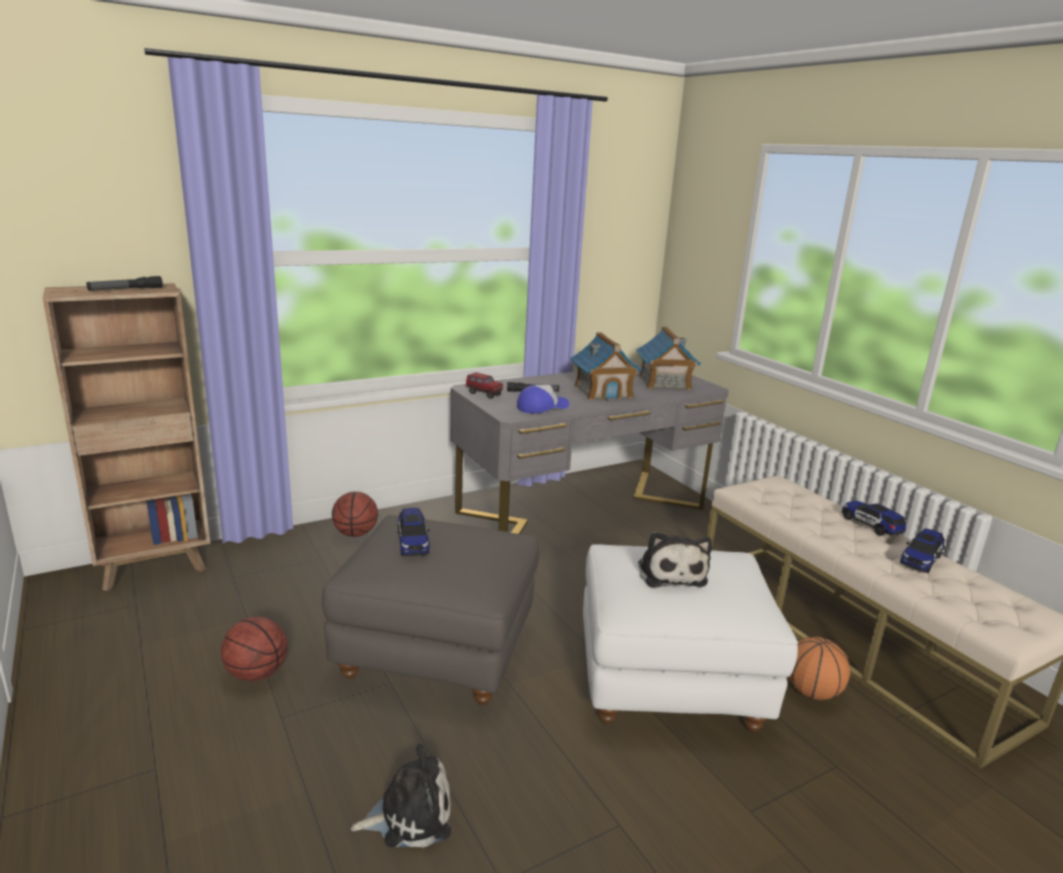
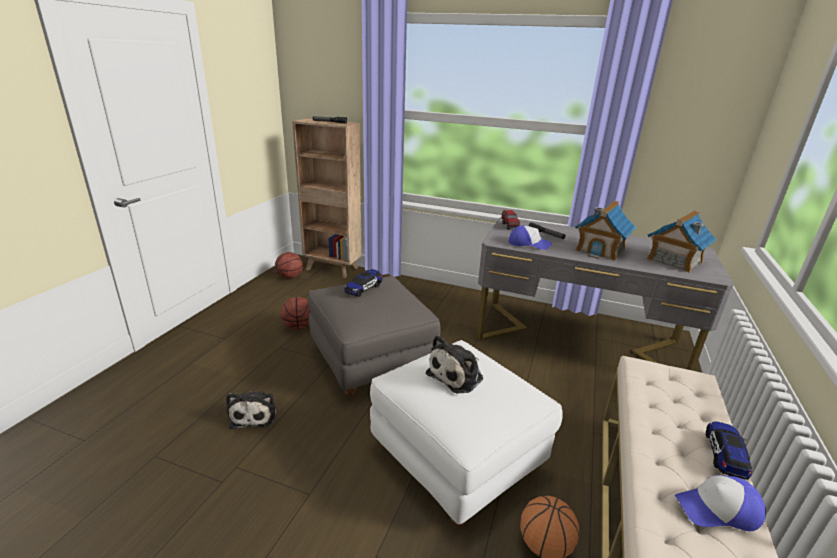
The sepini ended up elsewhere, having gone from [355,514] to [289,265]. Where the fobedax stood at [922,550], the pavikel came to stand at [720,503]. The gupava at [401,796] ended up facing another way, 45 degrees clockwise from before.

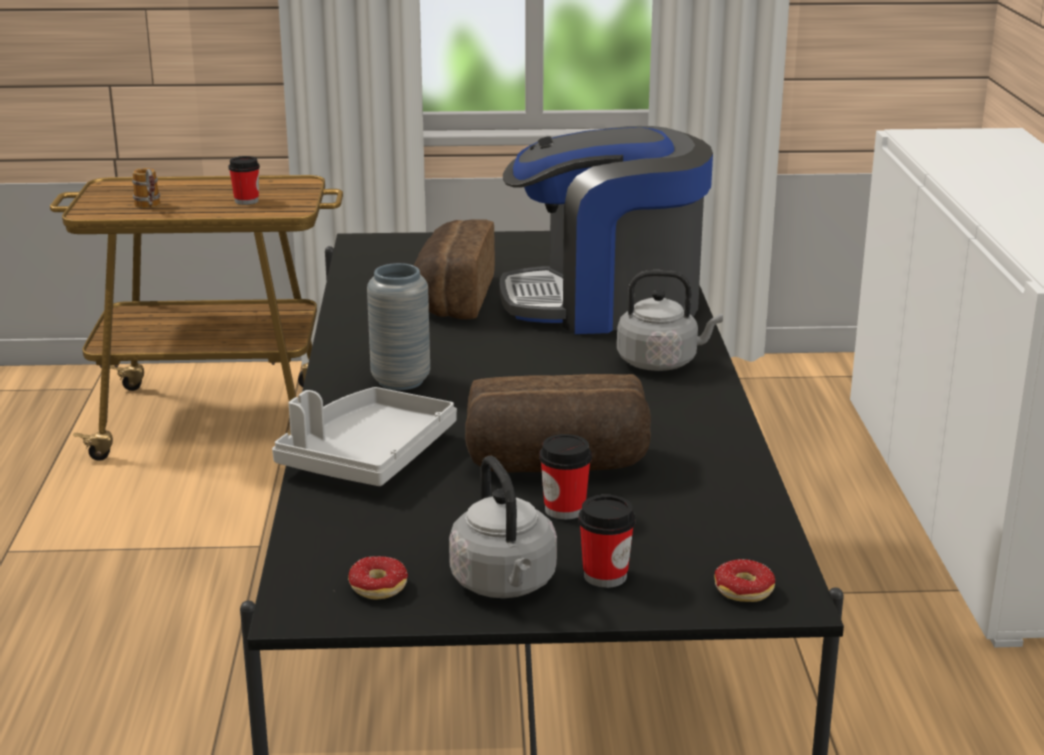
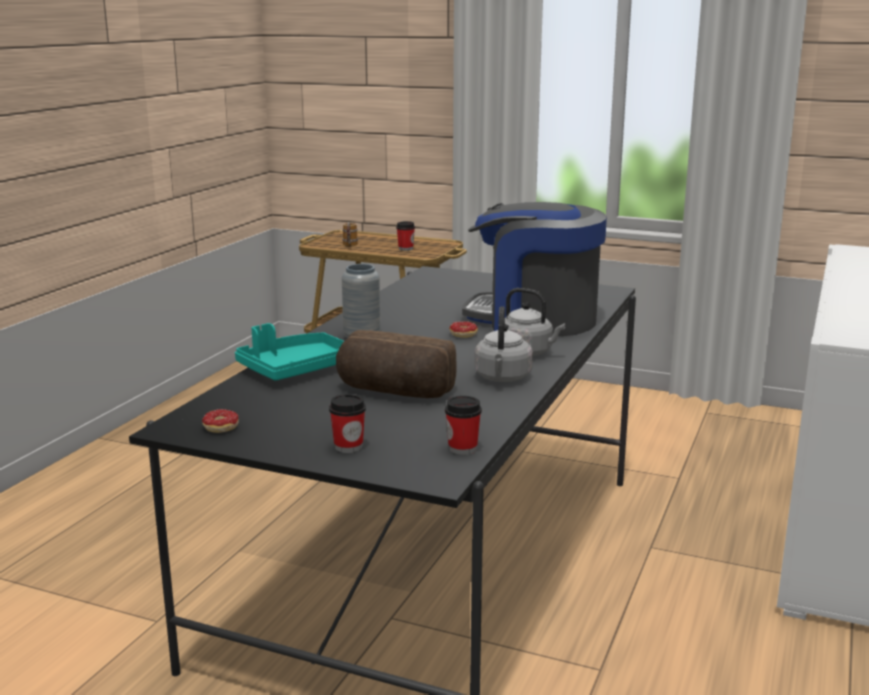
The second view lost the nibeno at [454,269]. The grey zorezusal ended up elsewhere, having gone from [503,527] to [504,344]. The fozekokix ended up elsewhere, having gone from [565,477] to [463,425]. The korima ended up elsewhere, having gone from [744,580] to [464,329]. What was the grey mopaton at [364,436] turned into the turquoise mopaton at [289,352].

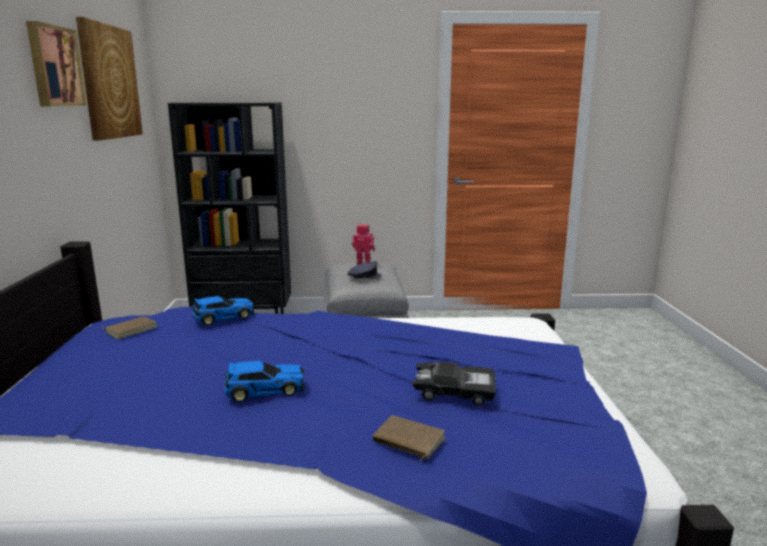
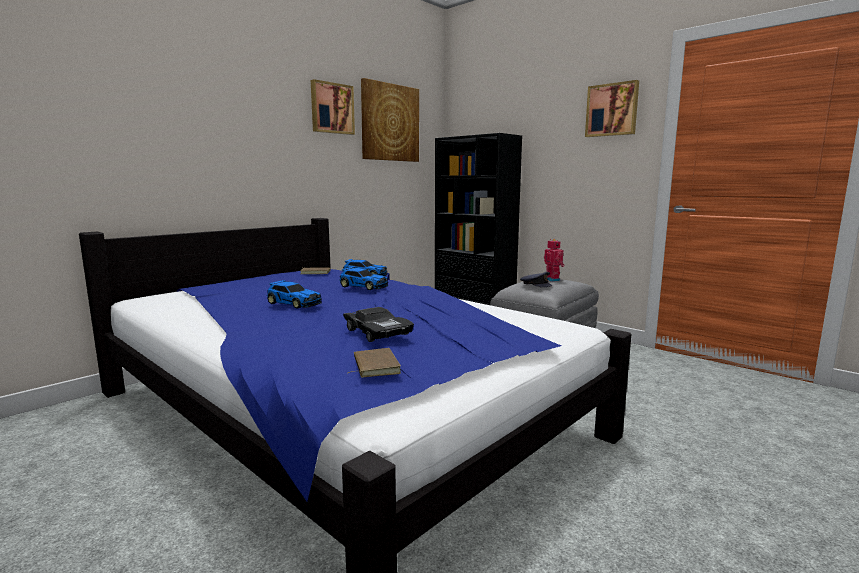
The second view gained the fobedax at [363,278]. The second view gained the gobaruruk at [612,108]. The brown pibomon ended up elsewhere, having gone from [409,438] to [374,363].

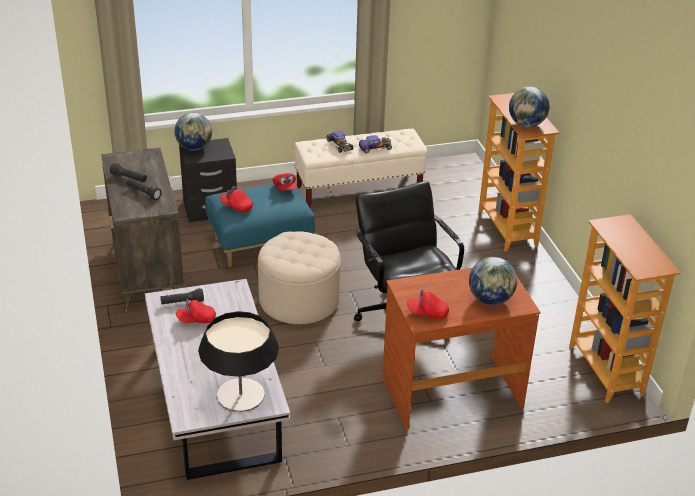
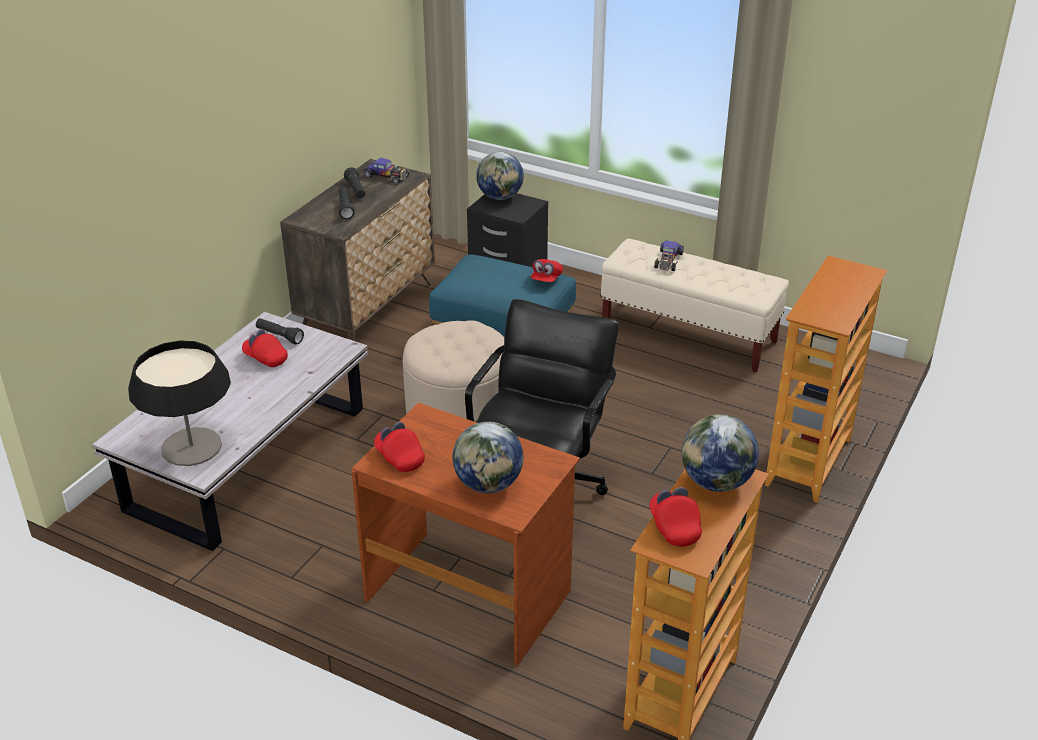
The red pavikel ended up elsewhere, having gone from [236,199] to [675,517]. The fobedax ended up elsewhere, having gone from [375,144] to [386,171]. The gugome ended up elsewhere, having gone from [529,106] to [720,453].

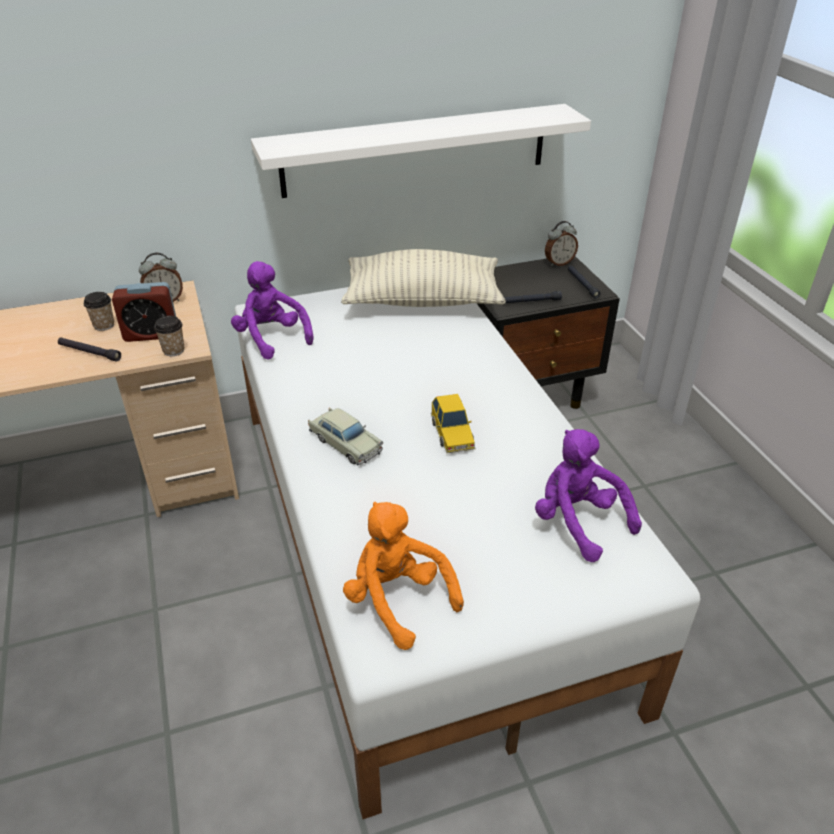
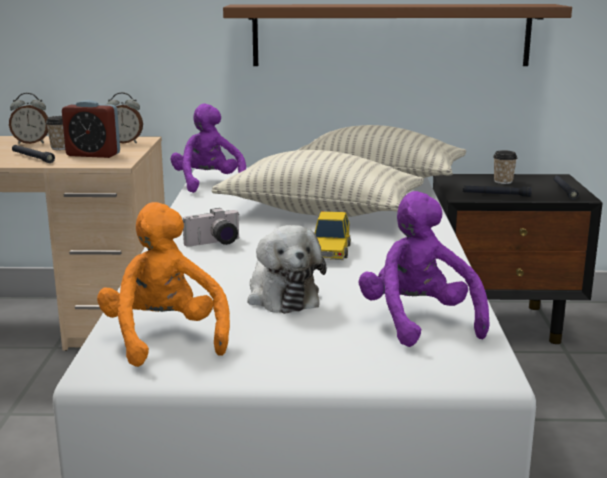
The second view gained the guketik at [318,183]. The second view gained the gupava at [287,269]. The fozekokix ended up elsewhere, having gone from [169,336] to [505,167]. The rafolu ended up elsewhere, having gone from [561,243] to [28,118]. Where the beige fobedax stood at [345,436], the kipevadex came to stand at [211,227]. What was the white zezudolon at [421,151] turned into the brown zezudolon at [397,35].

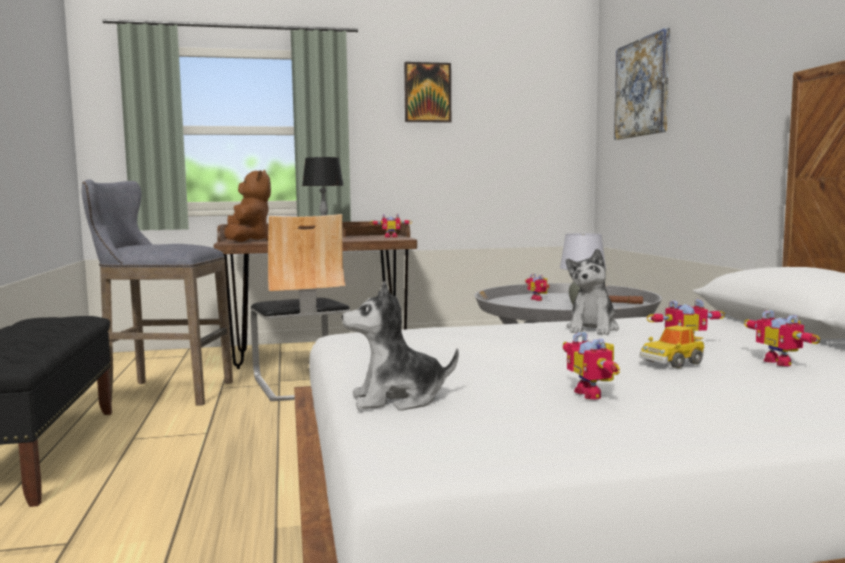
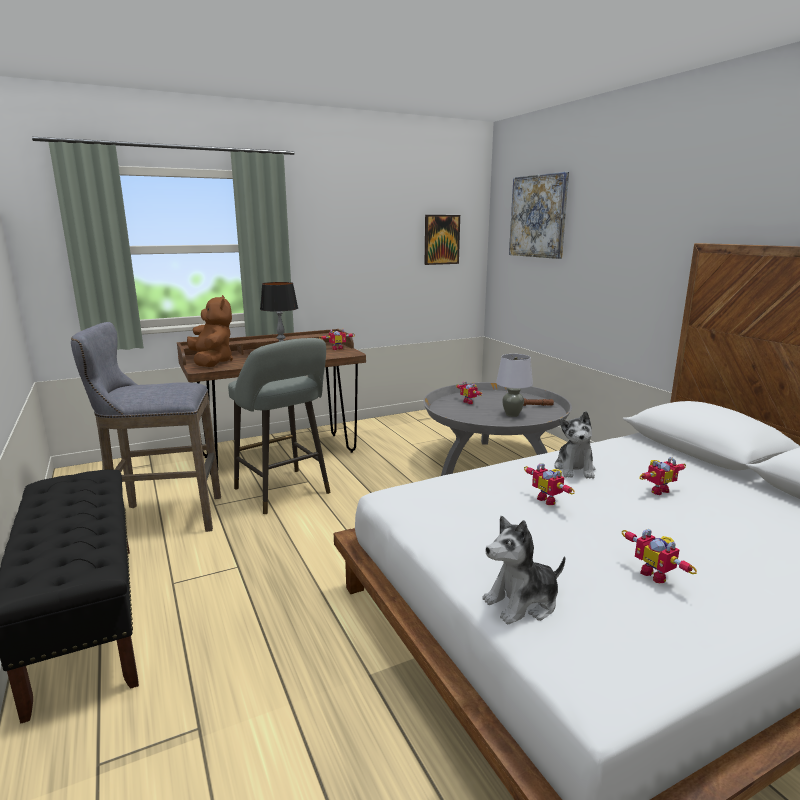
The second view lost the fobedax at [672,347]. The gobaruruk ended up elsewhere, having gone from [427,92] to [442,240]. The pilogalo ended up elsewhere, having gone from [782,338] to [549,484]. Where the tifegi stood at [300,307], the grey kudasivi came to stand at [279,426].

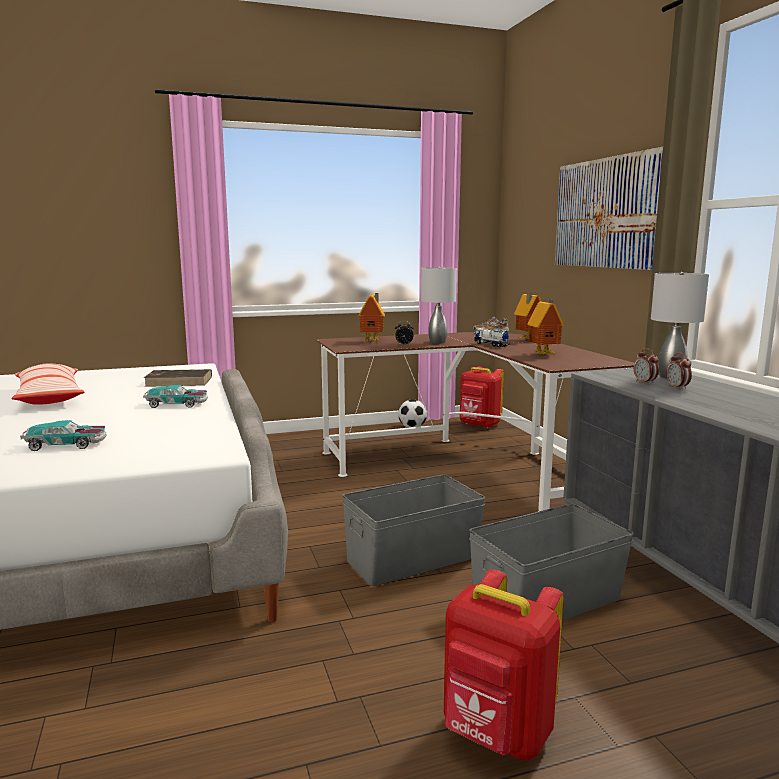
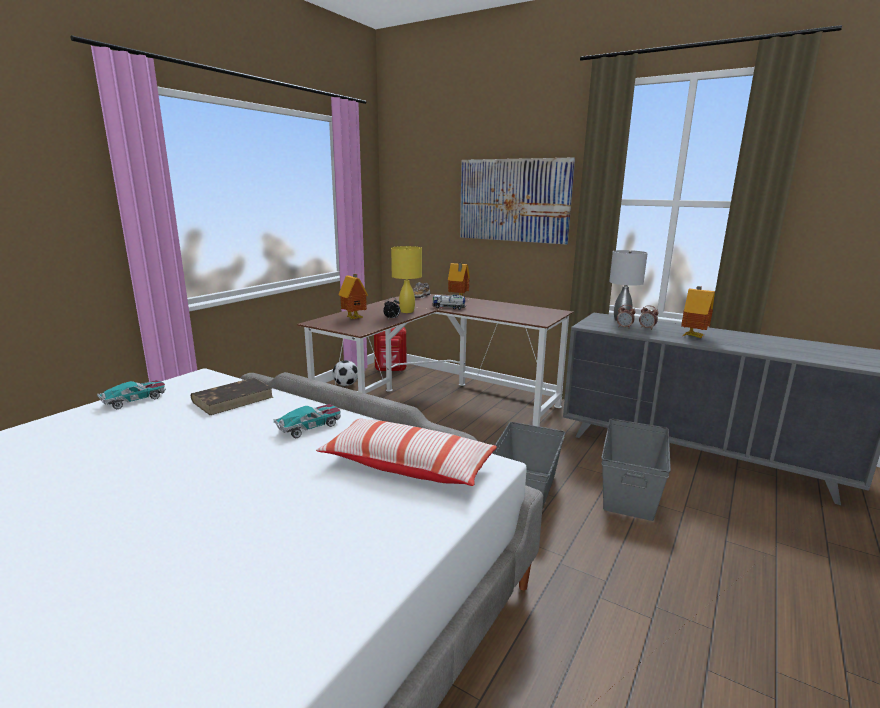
The second view lost the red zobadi at [504,665]. The guketik ended up elsewhere, having gone from [48,384] to [406,452]. The fobedax ended up elsewhere, having gone from [63,435] to [131,394]. The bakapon ended up elsewhere, having gone from [545,327] to [698,312]. What was the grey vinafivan at [439,305] turned into the yellow vinafivan at [406,279].

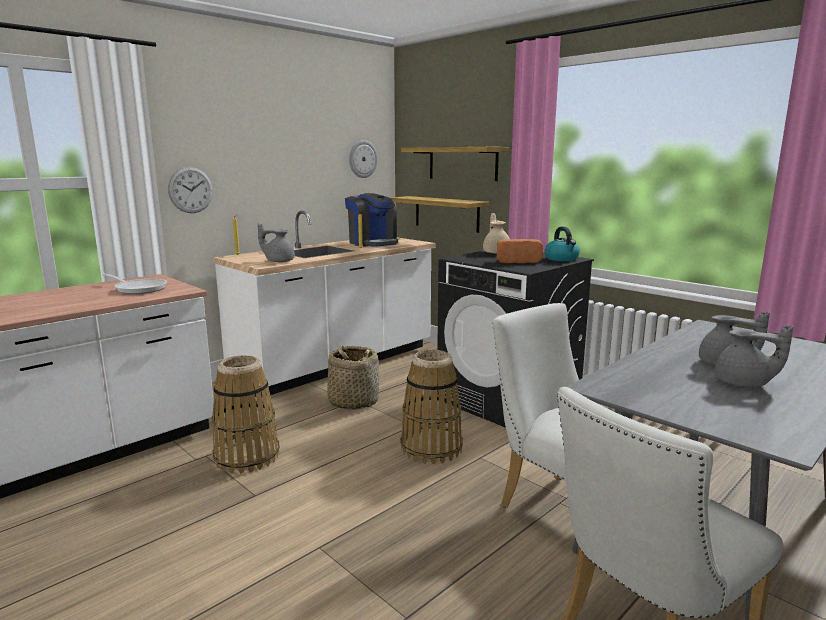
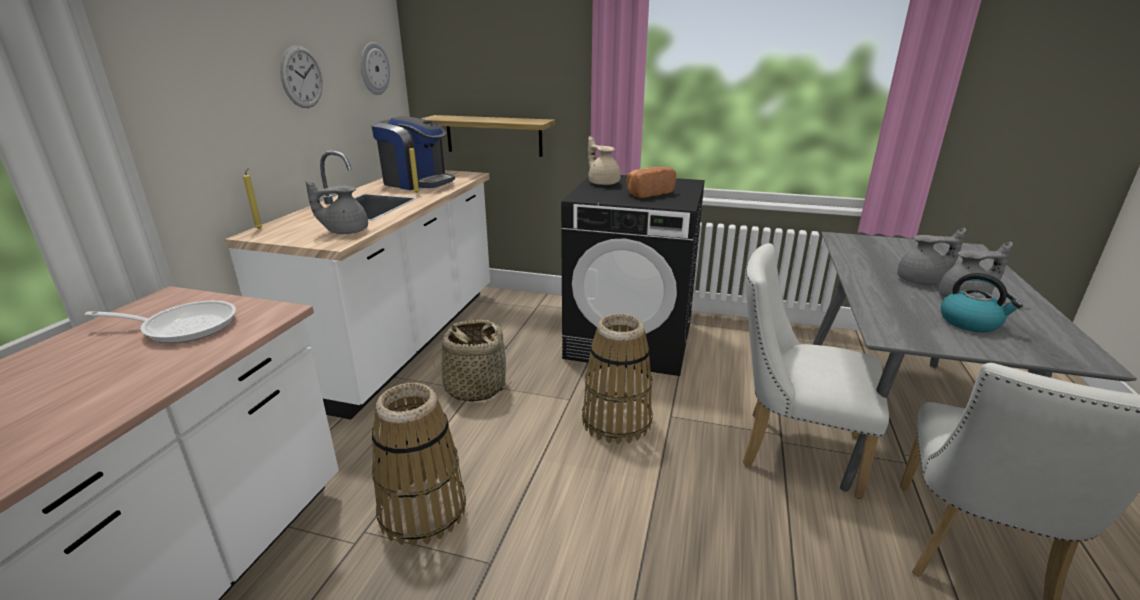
The second view lost the zezudolon at [455,164]. The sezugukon ended up elsewhere, having gone from [190,190] to [301,76]. The zorezusal ended up elsewhere, having gone from [562,244] to [982,302].

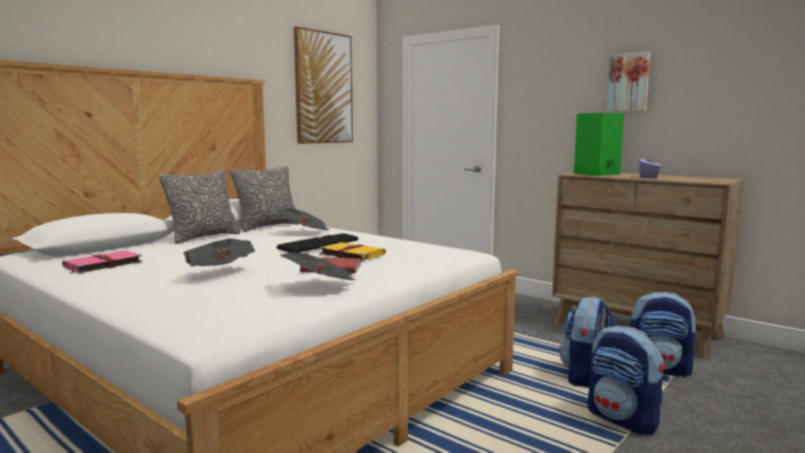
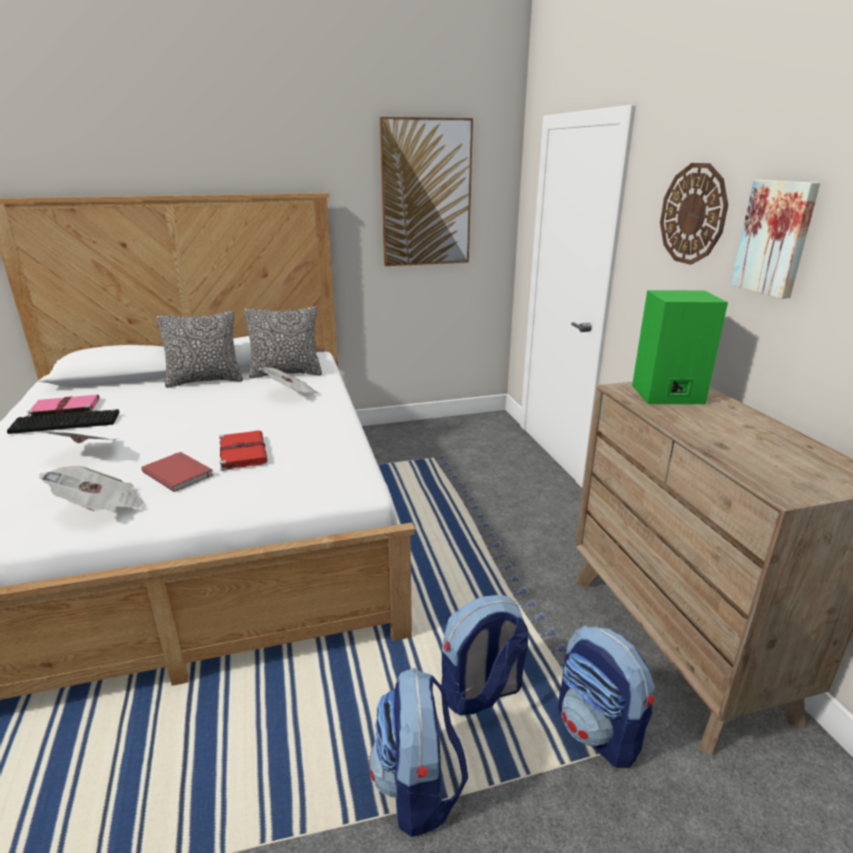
The second view lost the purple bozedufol at [650,166]. The second view gained the sezugukon at [694,214]. The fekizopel ended up elsewhere, having gone from [317,242] to [63,421]. What was the yellow pibomon at [352,252] turned into the red pibomon at [243,450].

